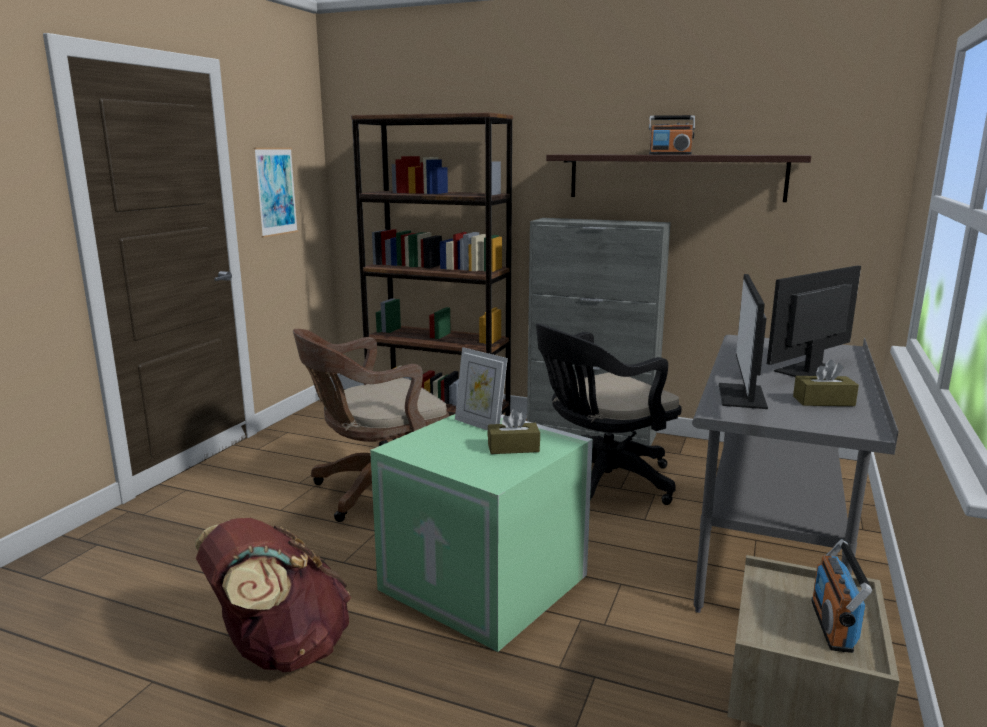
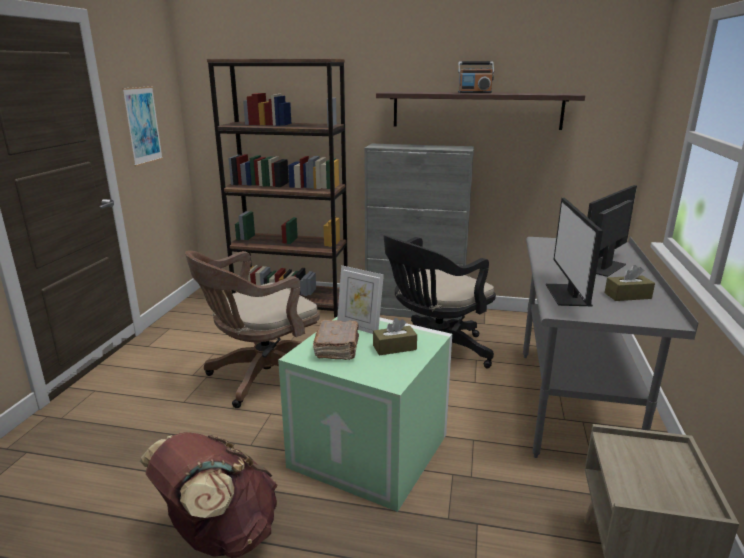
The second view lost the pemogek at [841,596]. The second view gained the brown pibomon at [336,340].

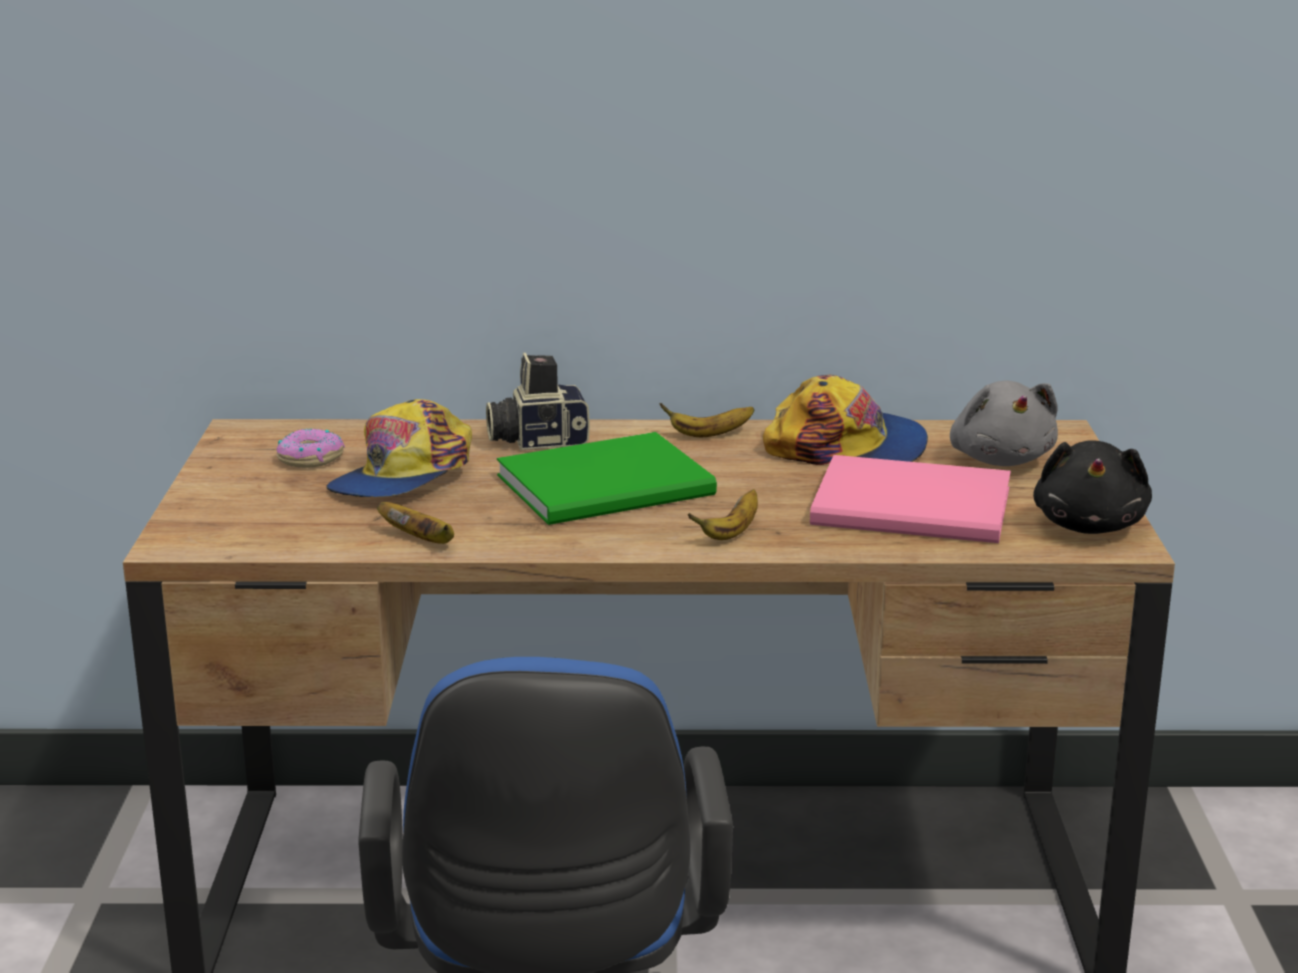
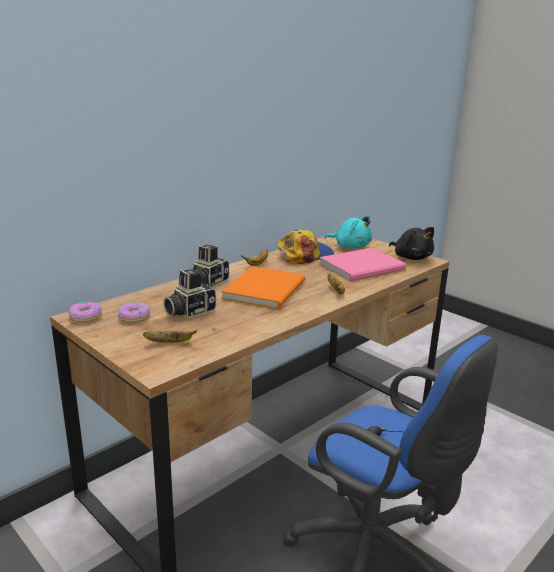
The second view gained the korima at [85,312]. The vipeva ended up elsewhere, having gone from [415,523] to [170,336]. Where the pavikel stood at [399,448], the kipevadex came to stand at [189,293]. What was the green pibomon at [607,478] turned into the orange pibomon at [263,287]. What was the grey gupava at [1004,423] turned into the turquoise gupava at [348,232].

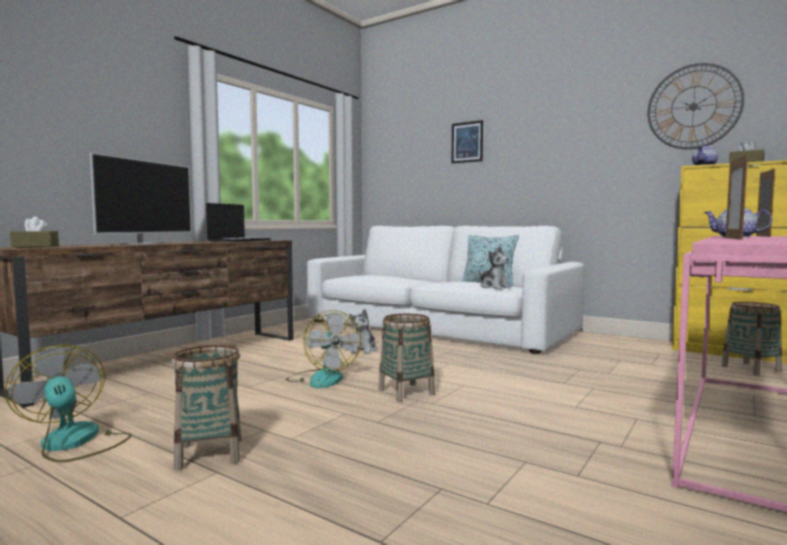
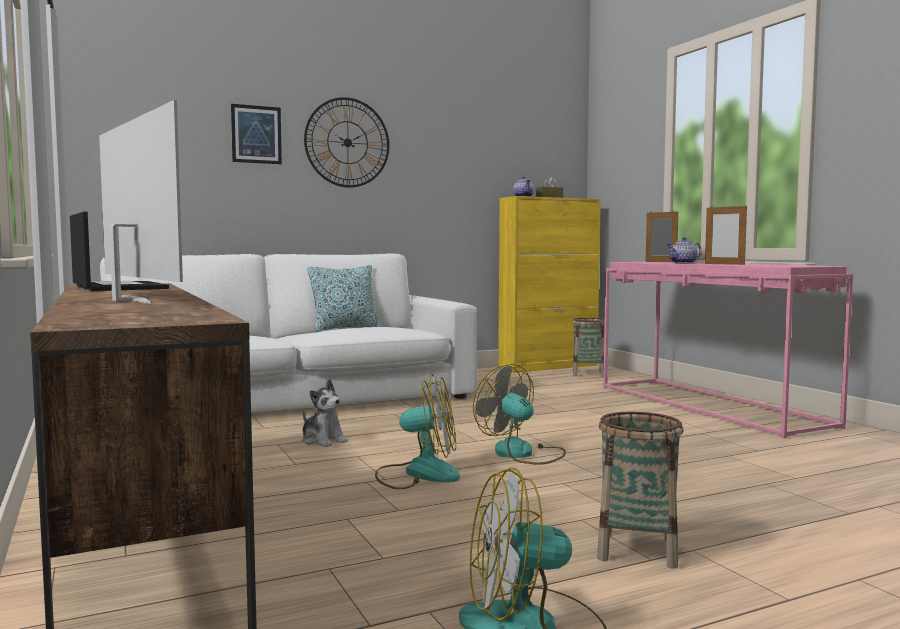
The second view lost the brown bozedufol at [34,231]. The second view lost the gupava at [495,267]. The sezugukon ended up elsewhere, having gone from [696,106] to [346,142]. Where the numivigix stood at [406,358], the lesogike came to stand at [519,414].

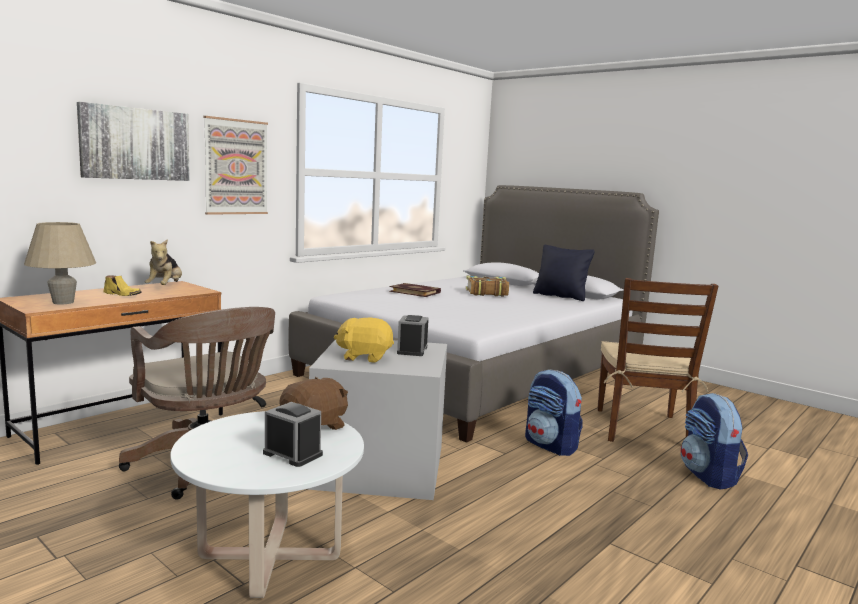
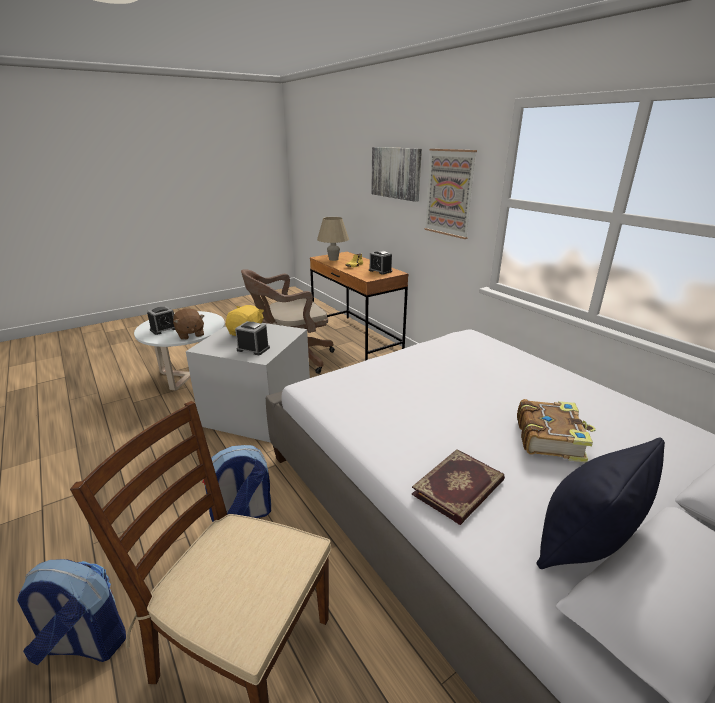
The pibomon ended up elsewhere, having gone from [415,290] to [458,487]. Where the gupava stood at [163,262], the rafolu came to stand at [380,263].

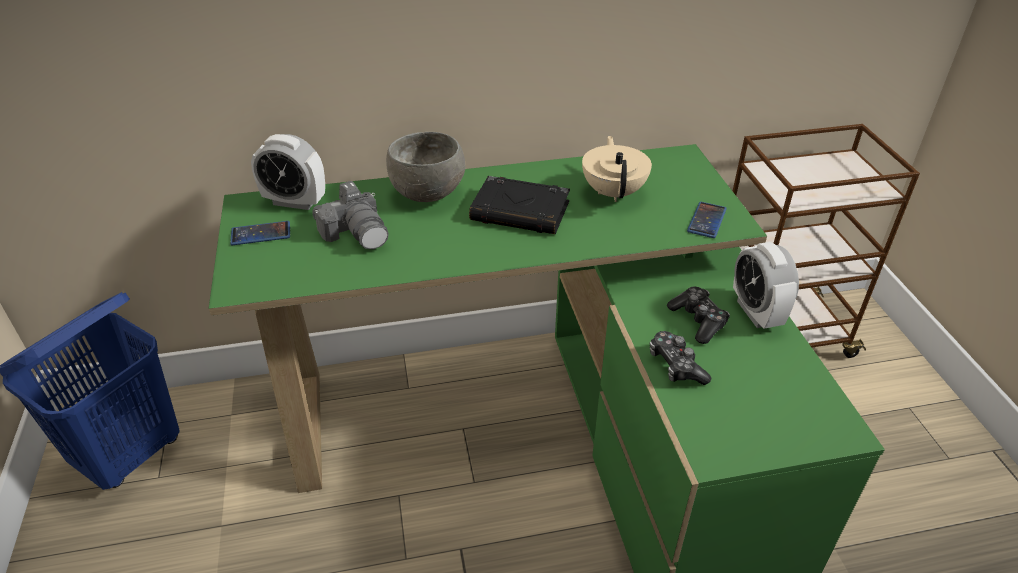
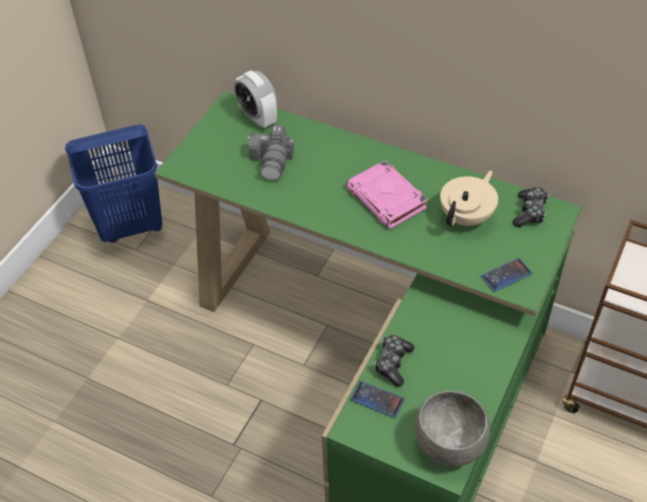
The second view lost the rafolu at [766,285]. The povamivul ended up elsewhere, having gone from [260,233] to [377,399]. The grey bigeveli ended up elsewhere, having gone from [425,167] to [452,429]. The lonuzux ended up elsewhere, having gone from [698,315] to [531,207]. What was the black pibomon at [519,205] turned into the pink pibomon at [387,194].

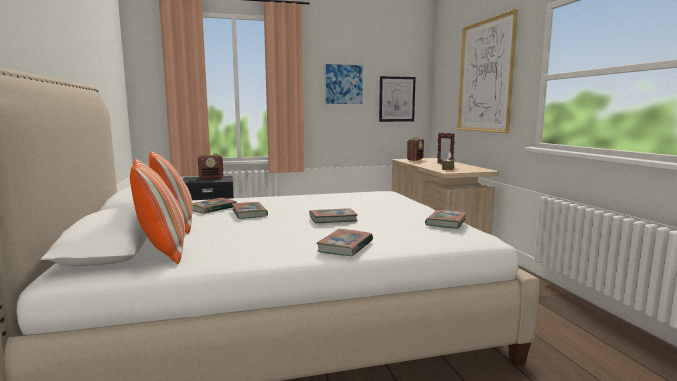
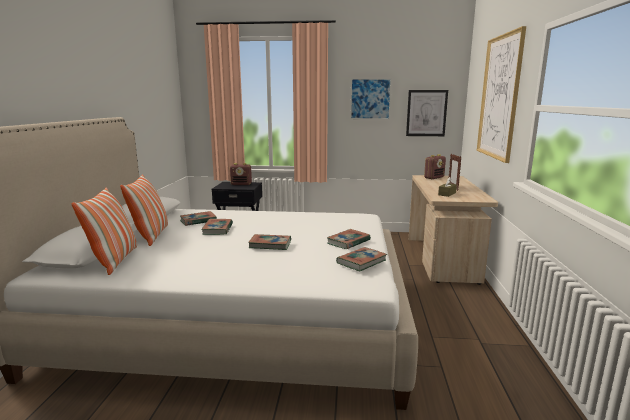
The pibomon ended up elsewhere, having gone from [344,242] to [349,239].

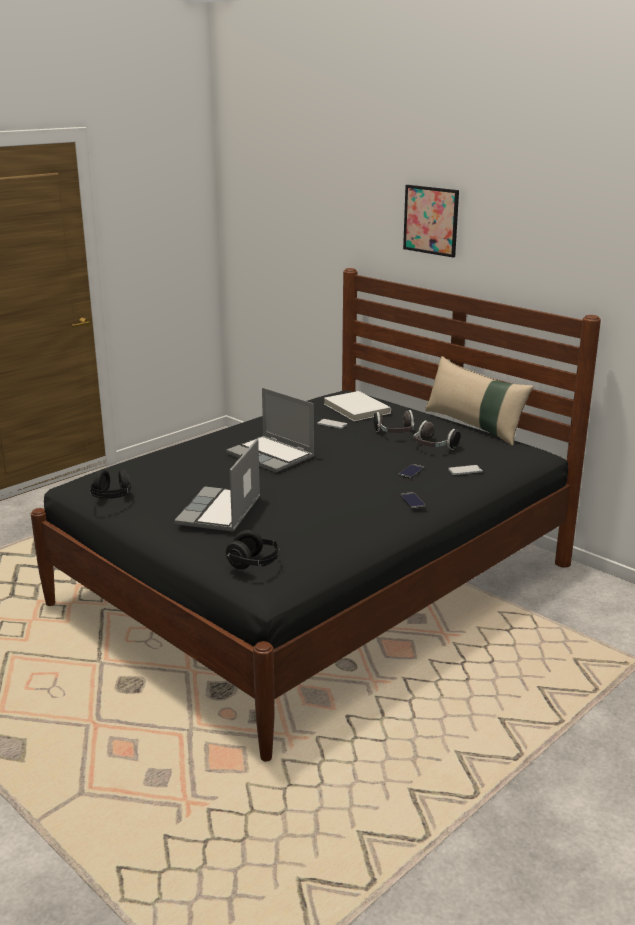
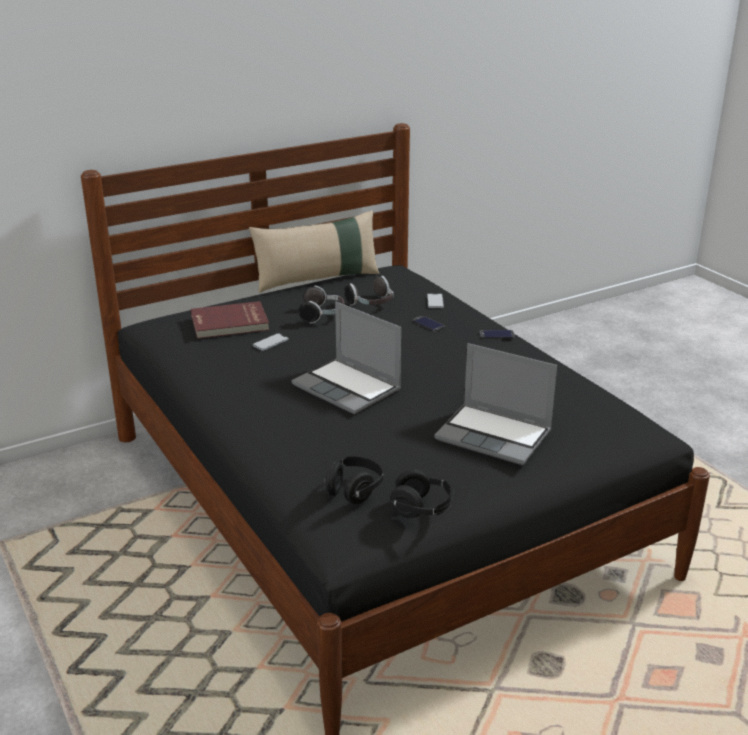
The second view lost the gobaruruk at [431,221]. The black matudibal ended up elsewhere, having gone from [252,550] to [354,480]. What was the white pibomon at [357,406] turned into the red pibomon at [230,320]. The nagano at [270,430] ended up facing another way, 75 degrees clockwise from before.

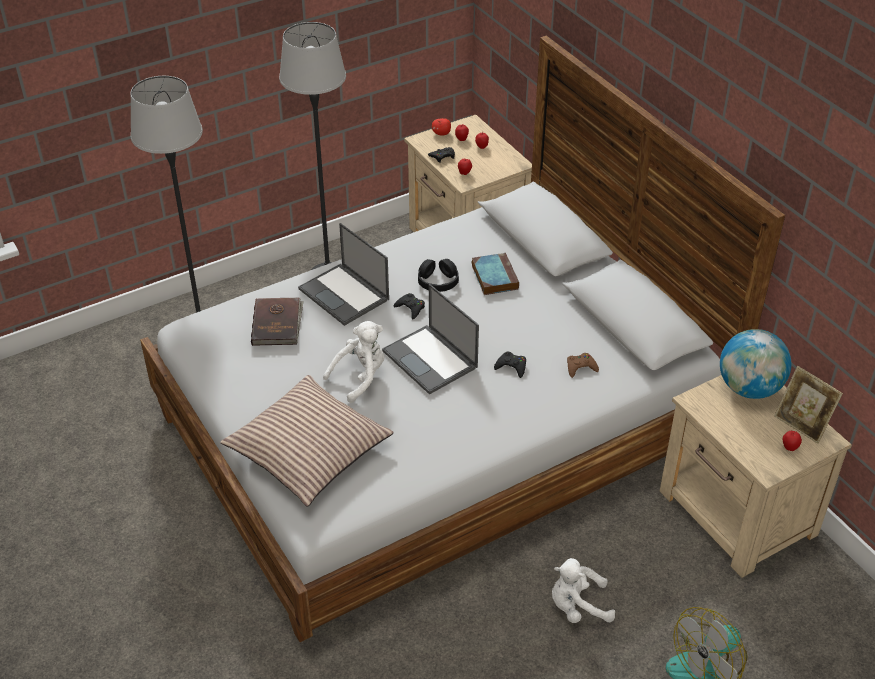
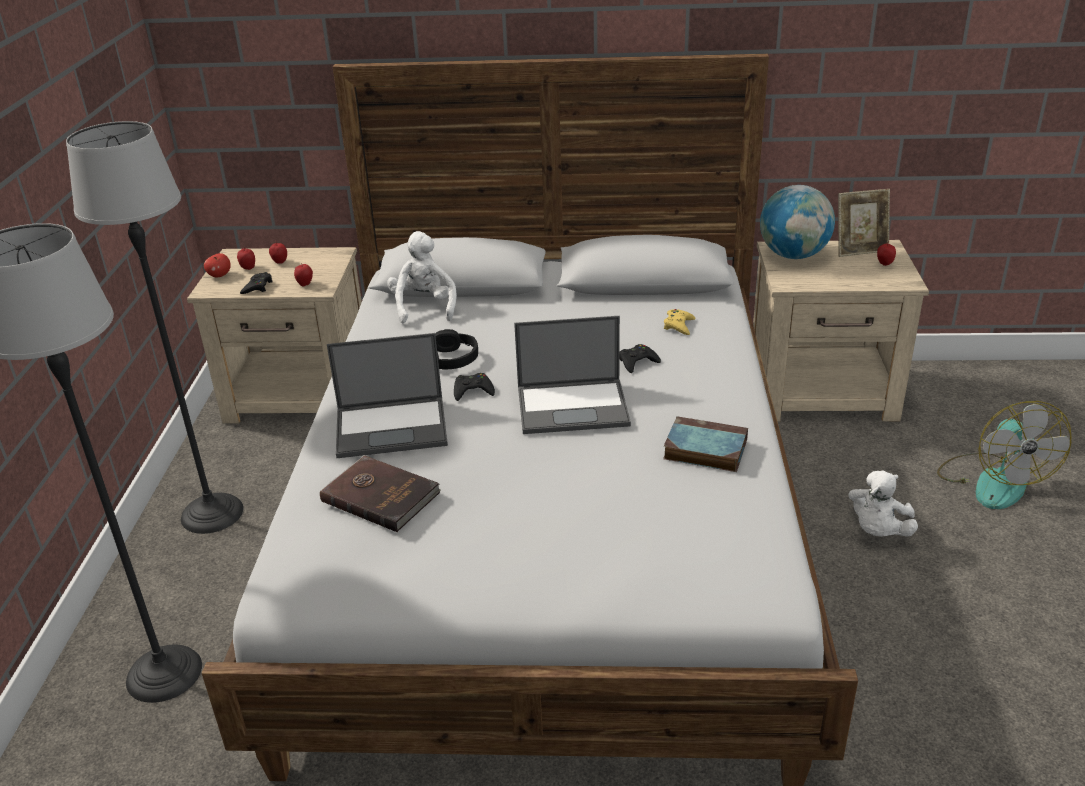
The second view lost the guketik at [307,441]. The white gupava ended up elsewhere, having gone from [353,362] to [422,277]. The pibomon ended up elsewhere, having gone from [495,274] to [705,444]. What was the brown lonuzux at [583,365] turned into the yellow lonuzux at [680,322].

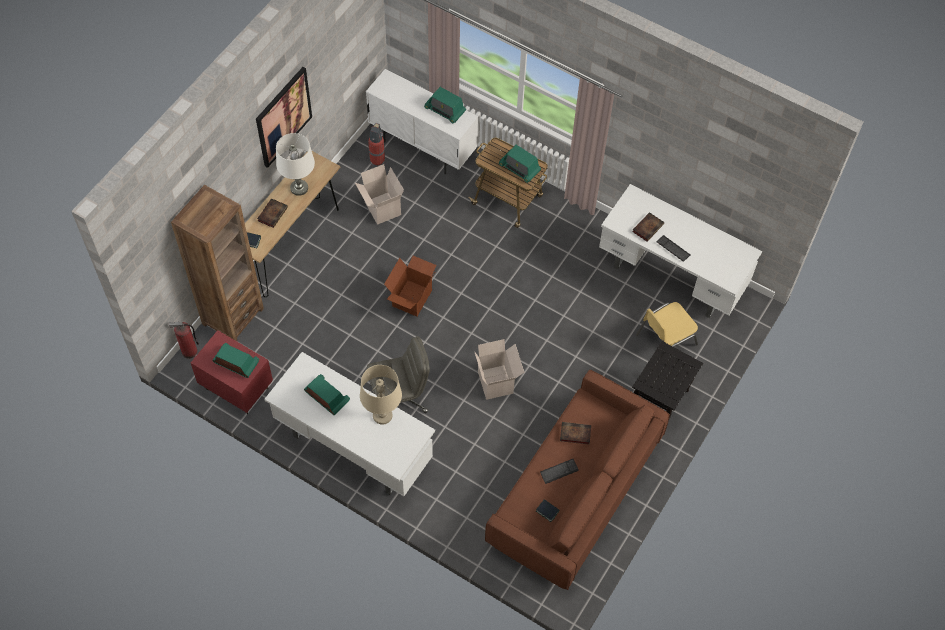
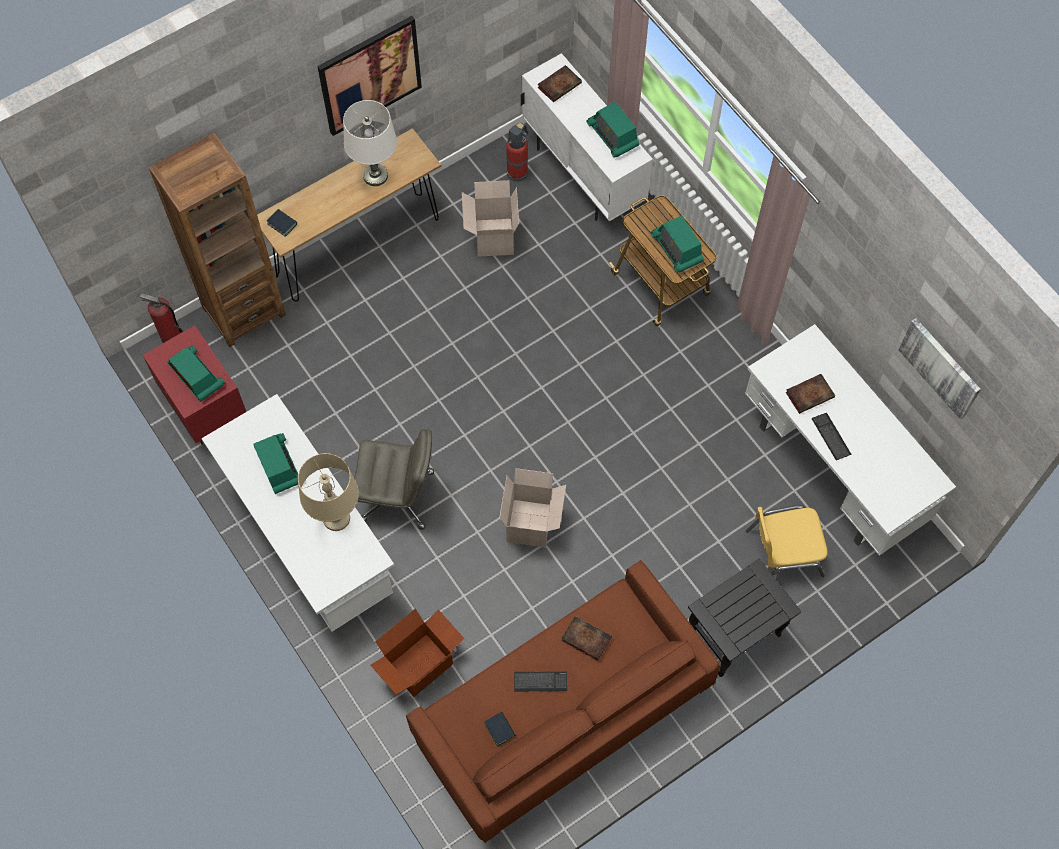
The second view gained the gobaruruk at [939,369]. The pibomon ended up elsewhere, having gone from [272,213] to [560,83]. The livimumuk ended up elsewhere, having gone from [410,286] to [417,653].

